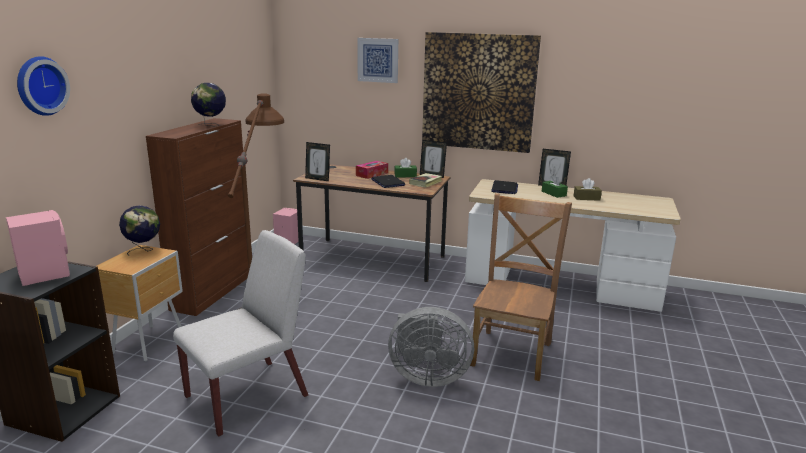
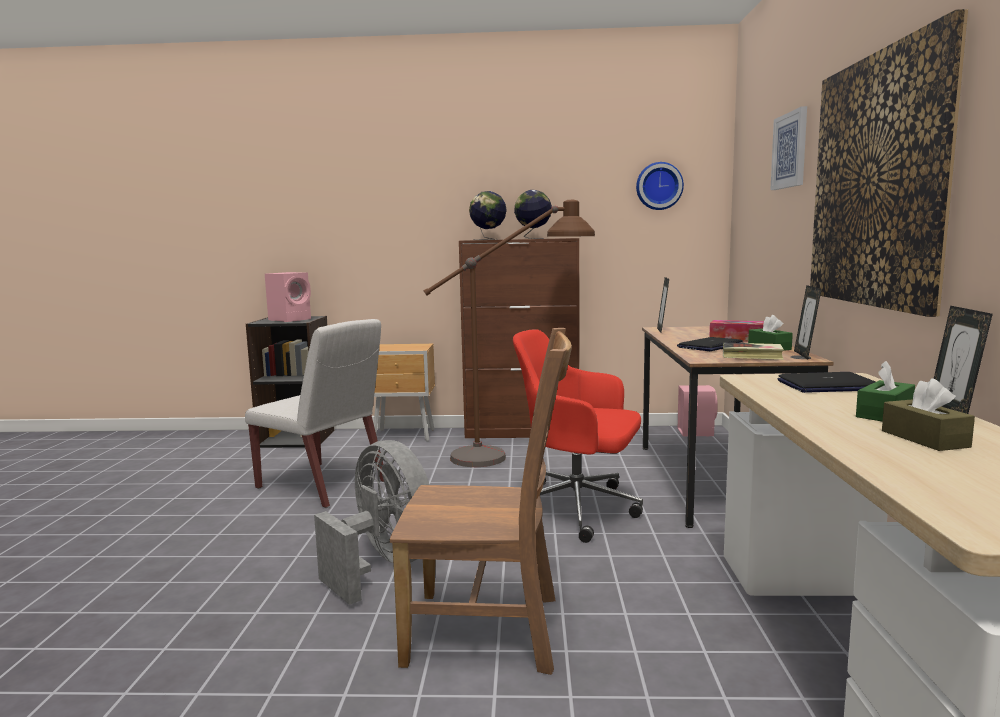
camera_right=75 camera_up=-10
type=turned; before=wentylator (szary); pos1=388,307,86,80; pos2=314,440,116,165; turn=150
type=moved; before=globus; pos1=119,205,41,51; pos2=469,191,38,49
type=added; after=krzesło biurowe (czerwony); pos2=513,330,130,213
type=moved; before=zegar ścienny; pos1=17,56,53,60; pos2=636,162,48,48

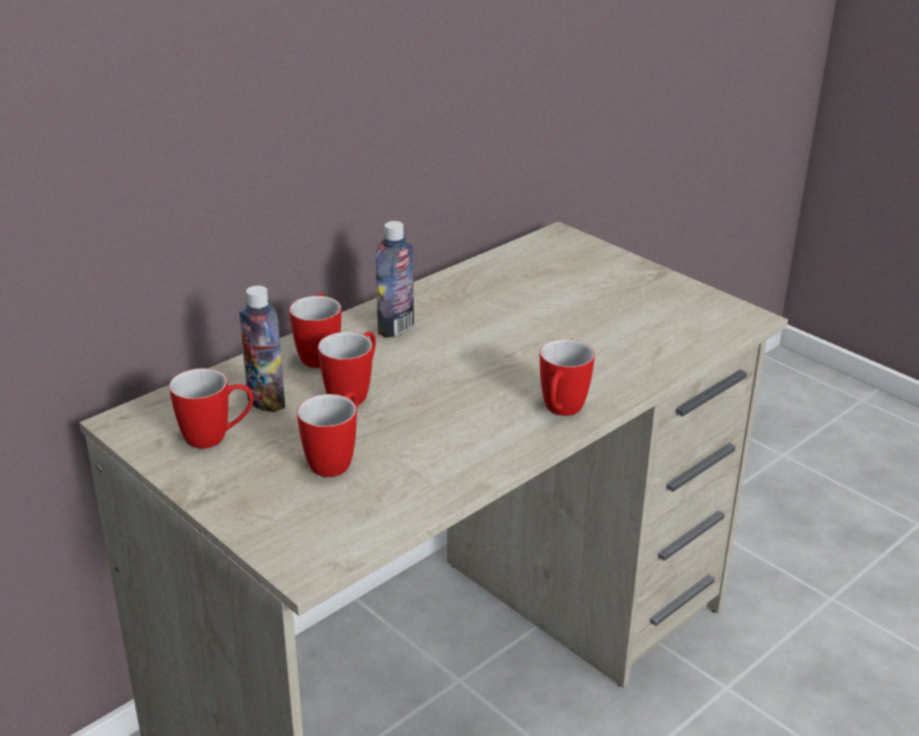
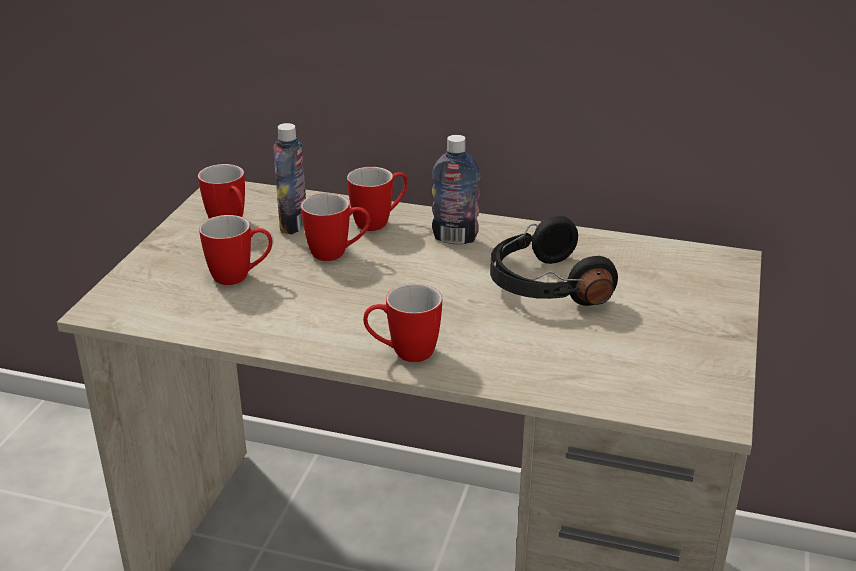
camera_right=60 camera_up=0
type=added; after=słuchawki (czarny); pos2=490,216,128,90

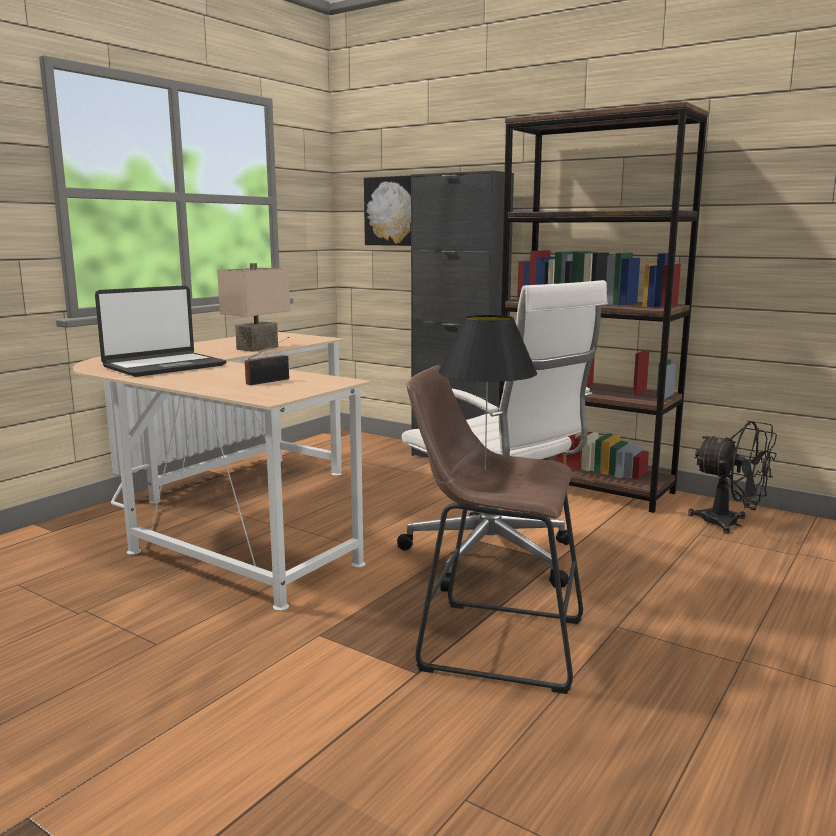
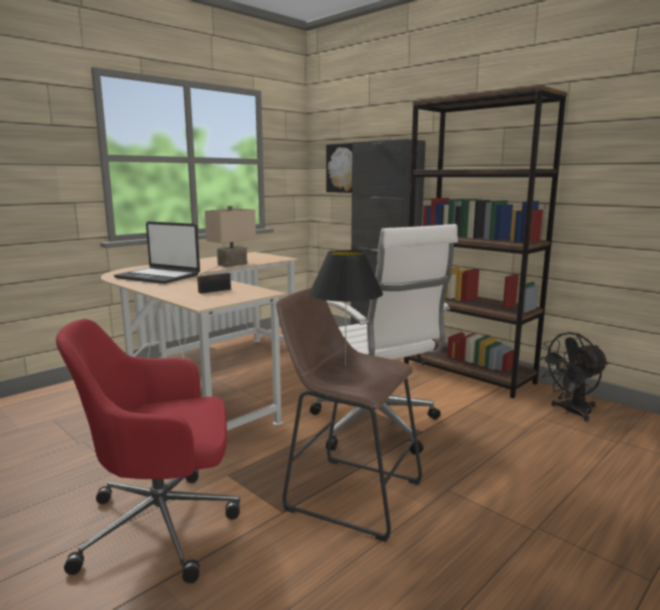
camera_right=10 camera_up=0
type=added; after=krzesło biurowe (czerwony); pos2=56,319,184,264
type=turned; before=laptop; pos1=95,285,131,92; pos2=114,221,86,63; turn=60
type=turned; before=wentylator (czarny); pos1=688,421,89,113; pos2=538,332,71,90; turn=105

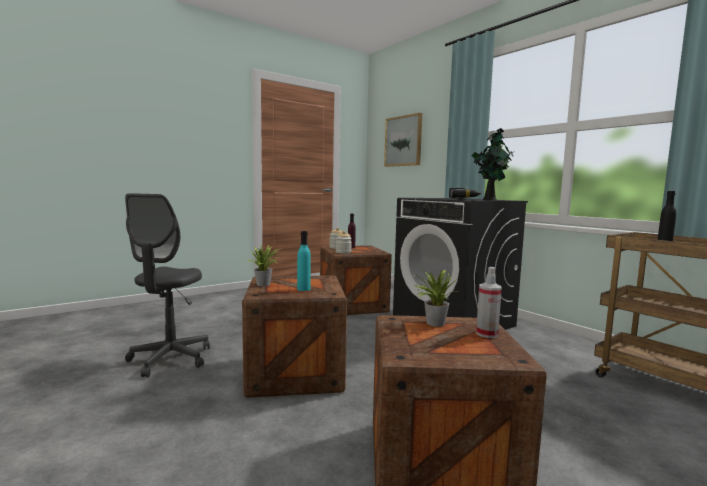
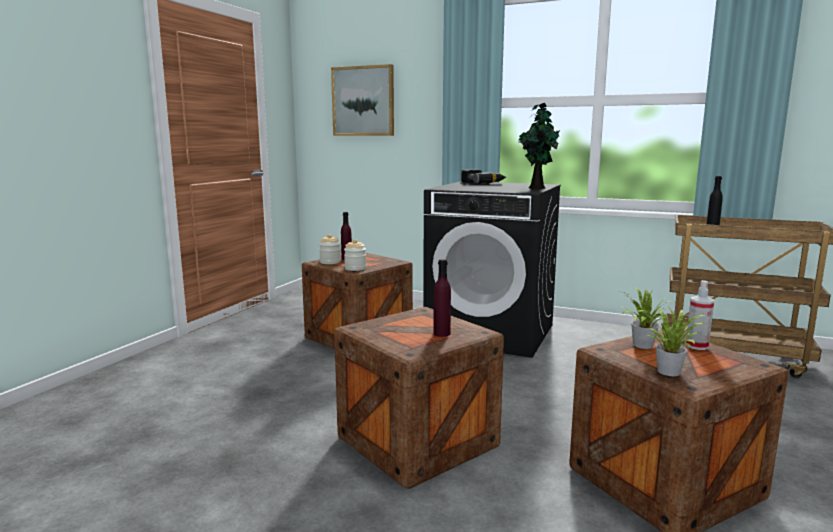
camera_right=-30 camera_up=5
type=recoloured; before=butelka (turkusowy); after=butelka (fioletowy); pos1=297,231,14,60; pos2=434,259,17,78
type=moved; before=roślina doniczkowa; pos1=247,244,32,42; pos2=645,306,61,70
type=removed; before=krzesło biurowe (szary); pos1=125,193,85,184

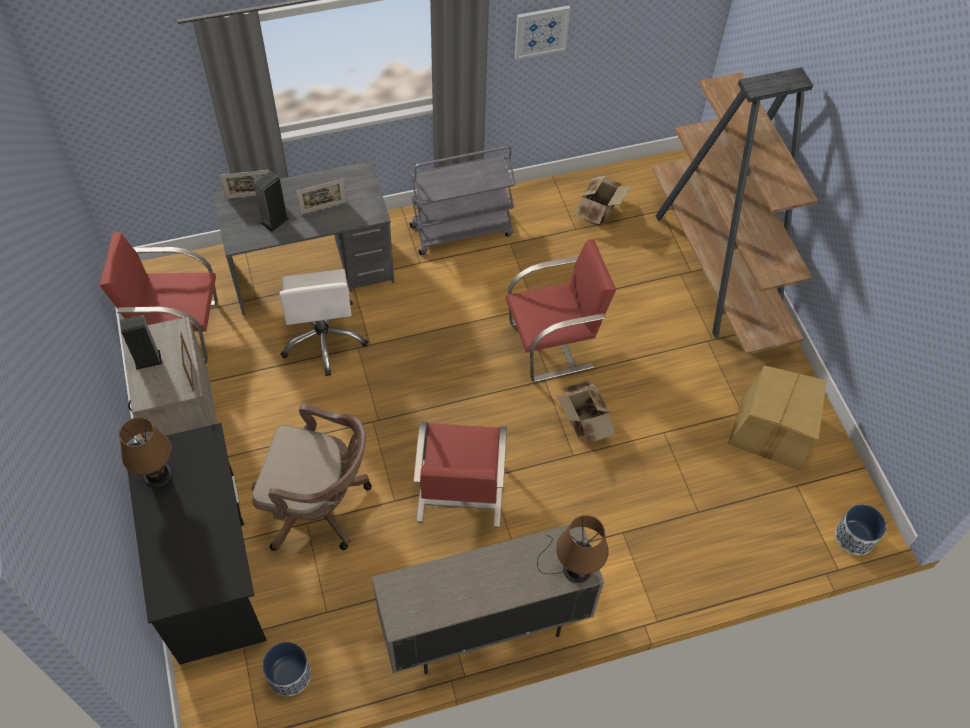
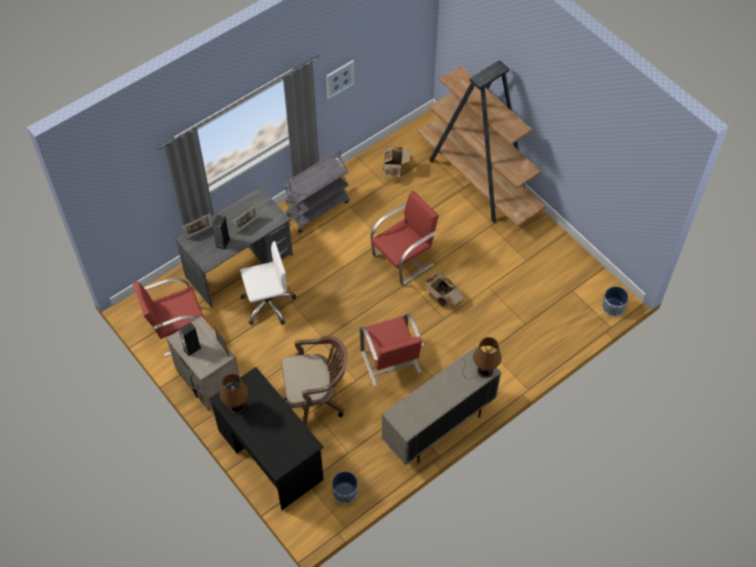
camera_right=-20 camera_up=0
type=turned; before=krzesło biurowe (biały); pos1=279,269,89,107; pos2=240,241,56,84; turn=-75
type=removed; before=karton; pos1=728,365,99,106

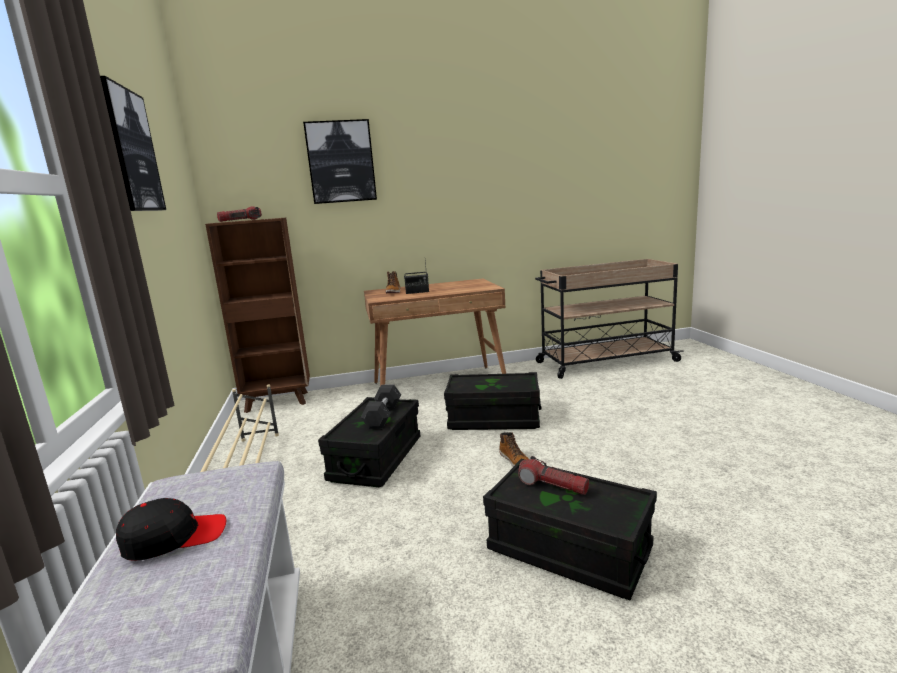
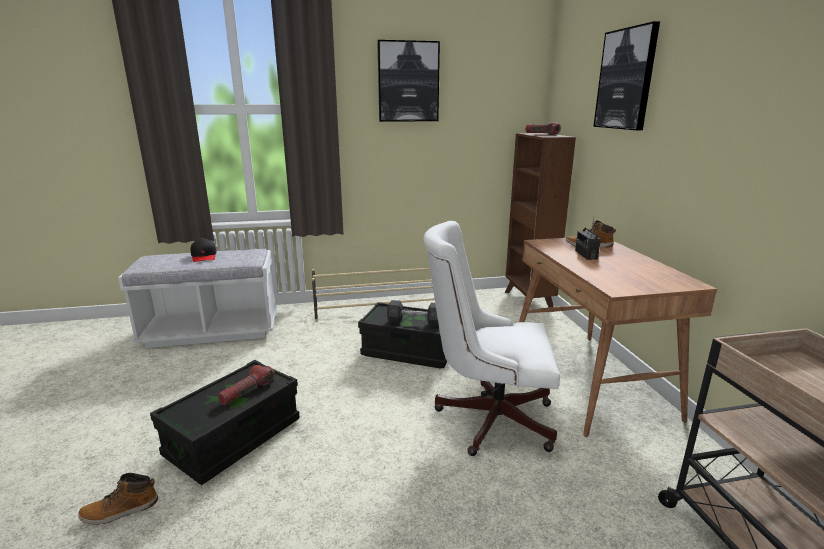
camera_right=90 camera_up=5
type=moved; before=but z cholewką; pos1=499,432,30,35; pos2=78,473,80,52
type=replaced; before=pojemnik do przechowywania (czarny); after=krzesło biurowe (biały); pos1=444,372,97,58; pos2=423,221,137,235

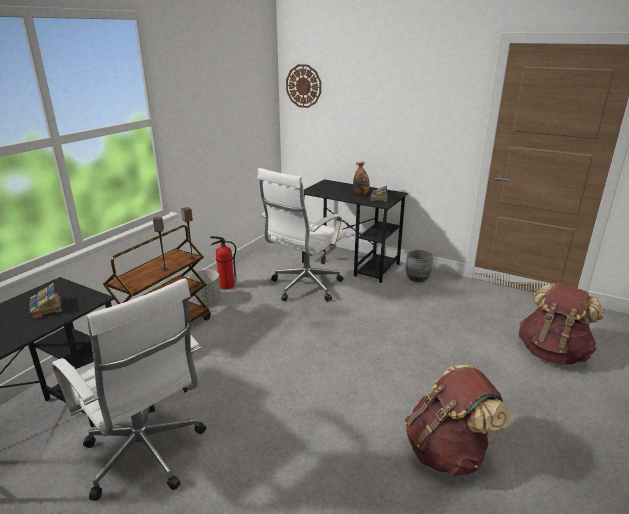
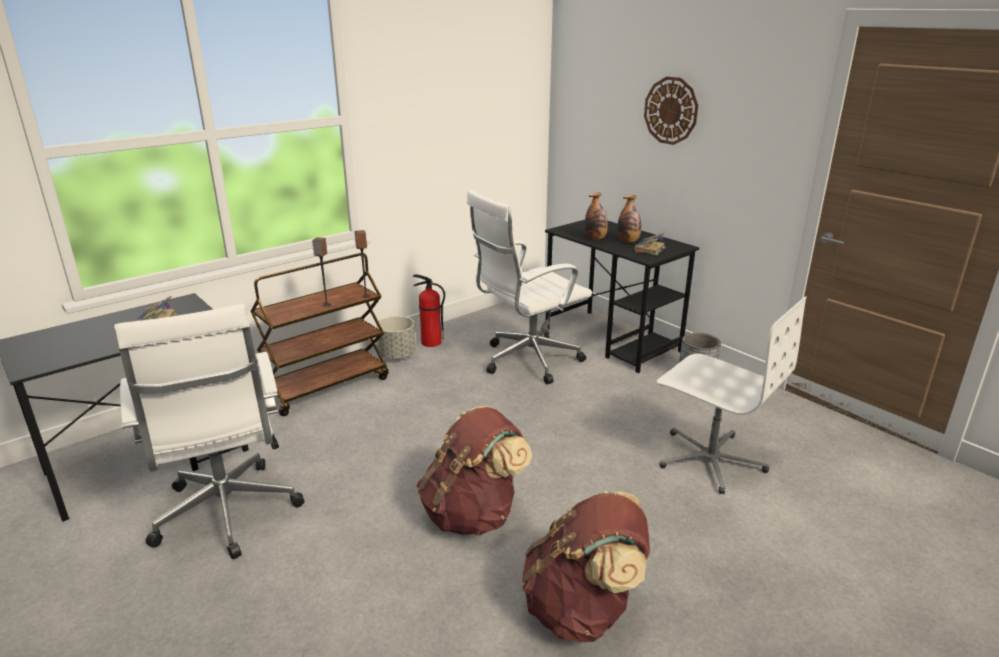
camera_right=20 camera_up=0
type=moved; before=plecak (brązowy); pos1=519,283,85,82; pos2=417,406,115,130
type=added; after=butelka; pos2=585,193,23,47
type=moved; before=zegar ścienny; pos1=286,64,35,44; pos2=644,77,54,68
type=added; after=krzesło biurowe (biały); pos2=657,296,149,198

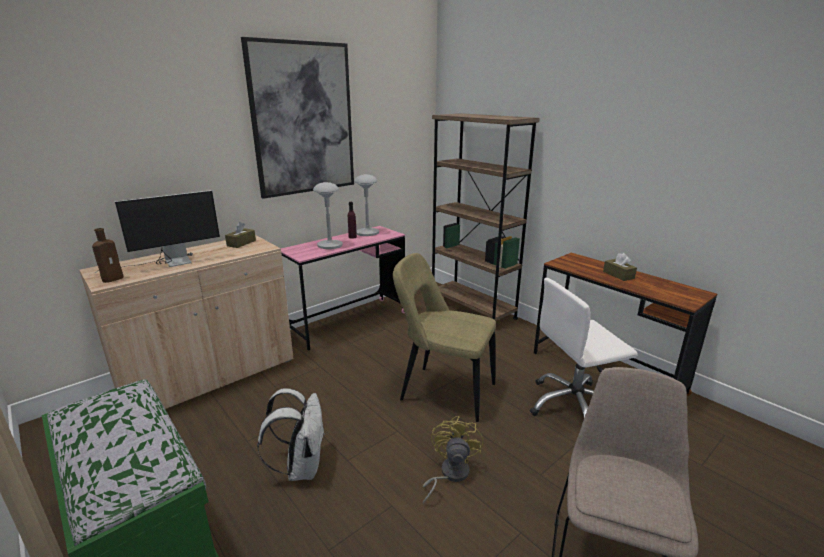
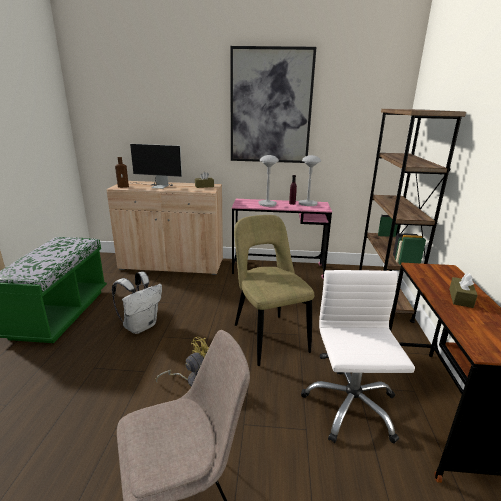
camera_right=45 camera_up=0
type=turned; before=krzesło biurowe (biały); pos1=530,278,108,139; pos2=301,270,114,173; turn=60

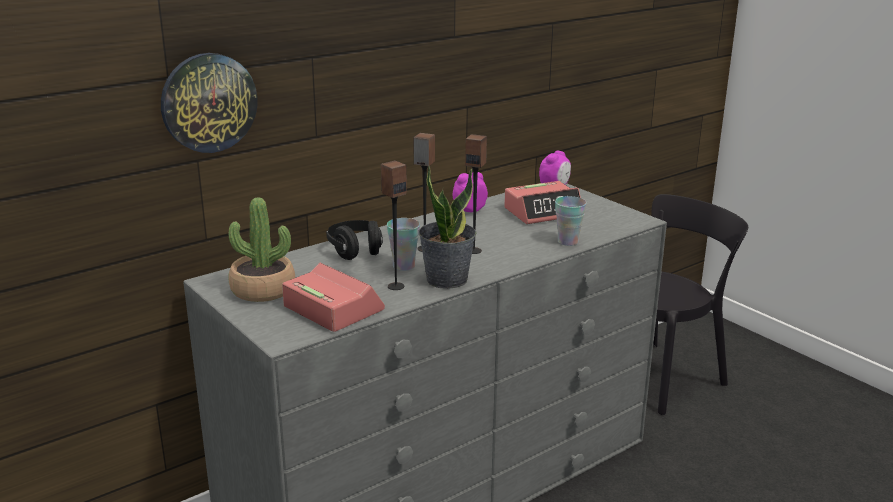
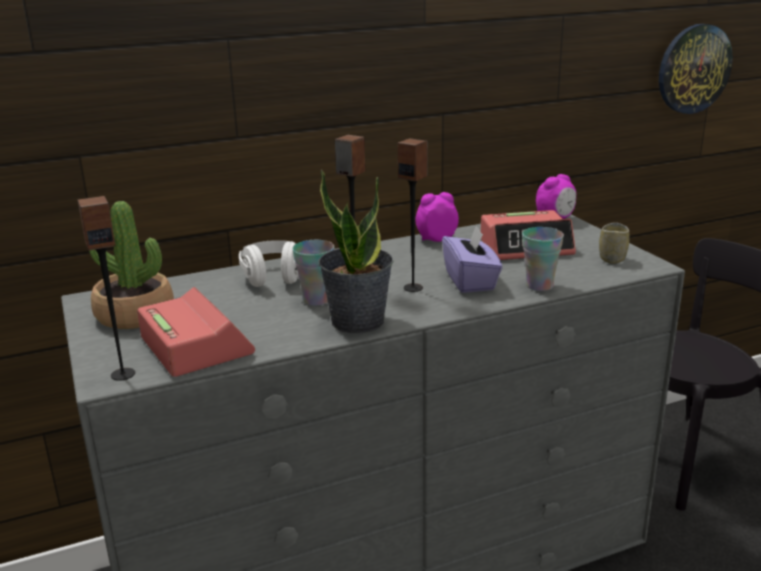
camera_right=15 camera_up=0
type=moved; before=głośnik; pos1=381,160,26,130; pos2=78,196,57,185
type=recoloured; before=słuchawki (czarny); after=słuchawki (biały); pos1=326,220,57,40; pos2=239,240,59,47
type=added; after=pudełko chusteczek (fioletowy); pos2=442,224,60,69
type=added; after=filiżanka; pos2=599,223,30,41
type=moved; before=zegar ścienny; pos1=161,53,97,100; pos2=659,24,74,90

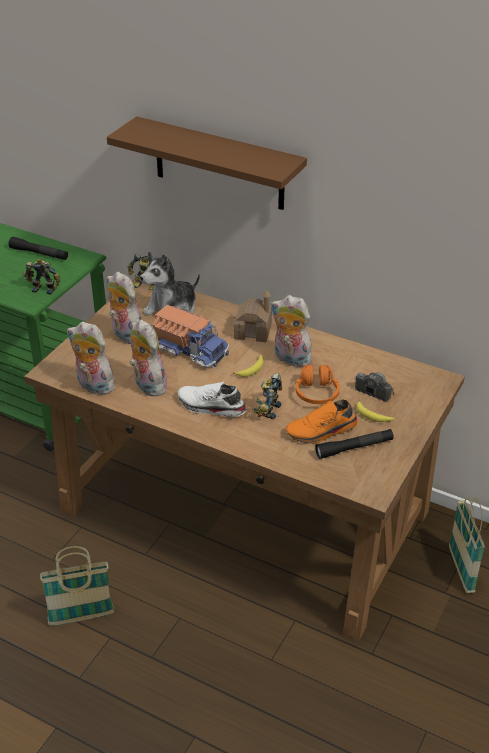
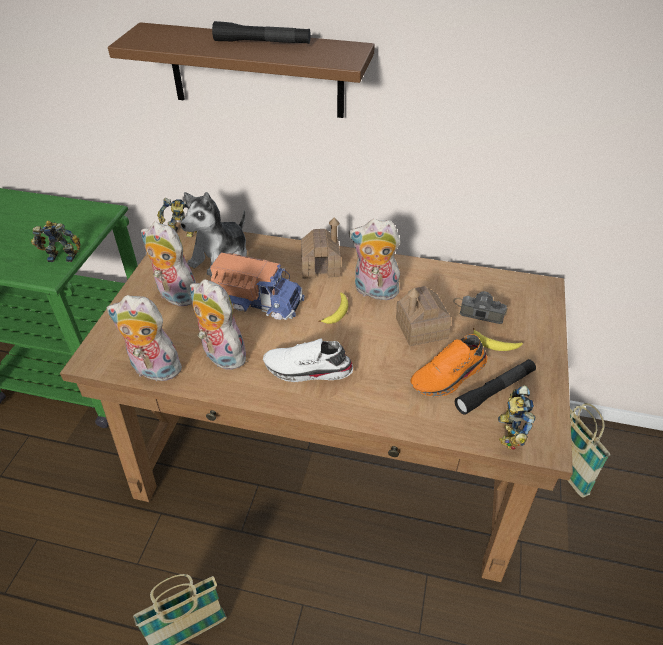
camera_right=-15 camera_up=5
type=moved; before=latarka (czarny); pos1=9,237,59,23; pos2=212,21,99,23
type=replaced; before=słuchawki (pomarańczowy); after=domek; pos1=296,365,44,39; pos2=396,286,55,60
type=moved; before=robot zabawkowy; pos1=252,373,30,46; pos2=498,385,37,65

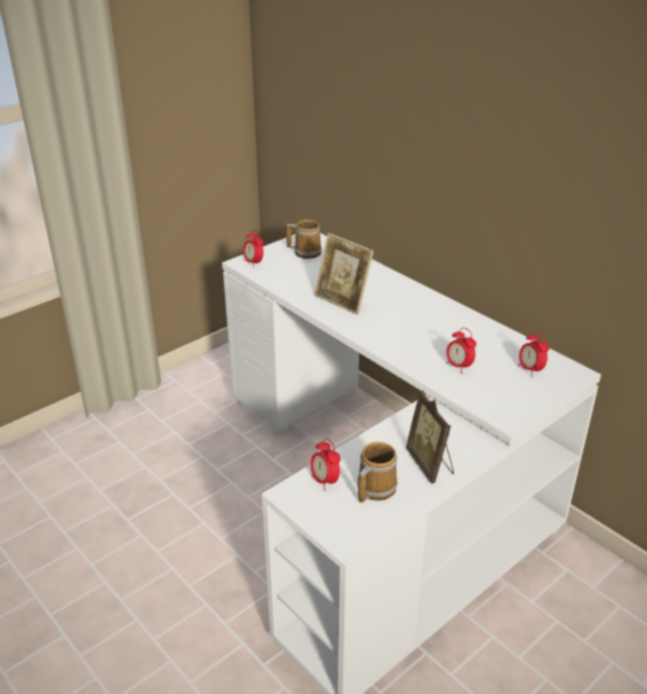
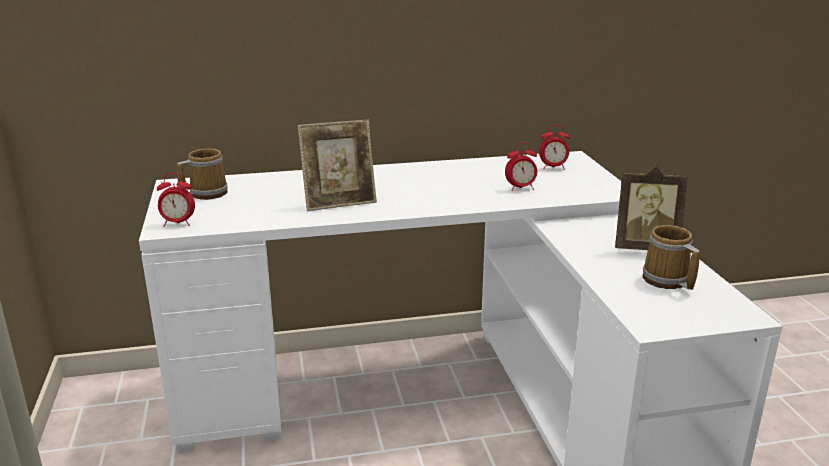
camera_right=-60 camera_up=-10
type=removed; before=budzik; pos1=310,439,31,52

